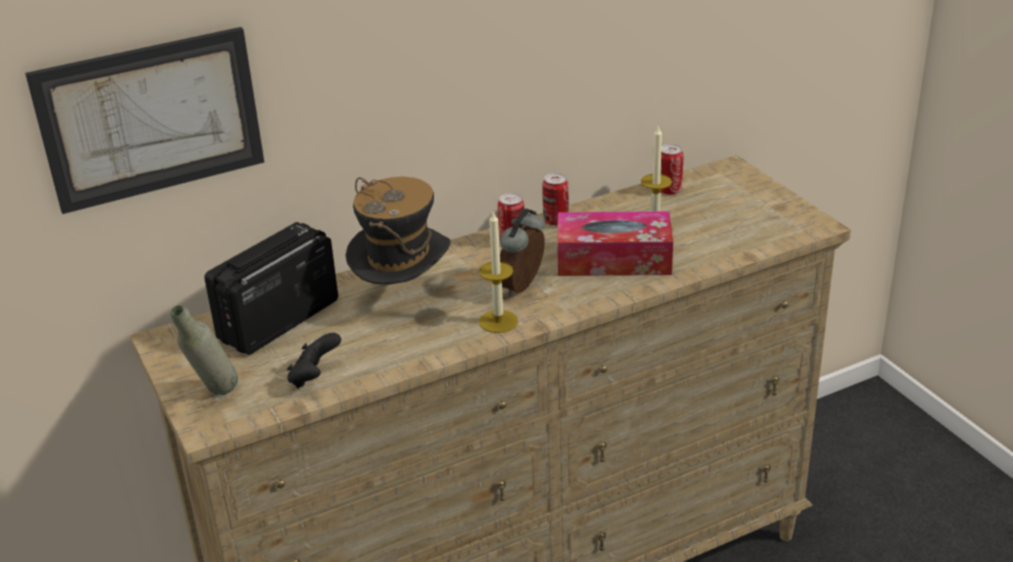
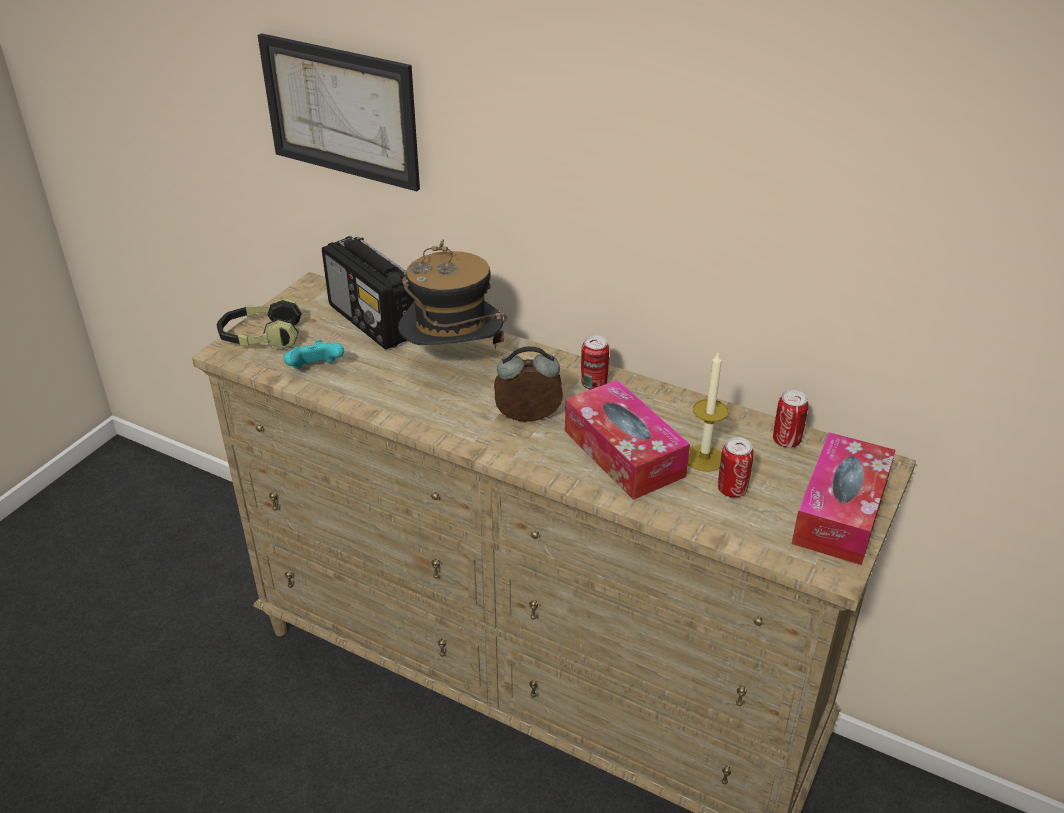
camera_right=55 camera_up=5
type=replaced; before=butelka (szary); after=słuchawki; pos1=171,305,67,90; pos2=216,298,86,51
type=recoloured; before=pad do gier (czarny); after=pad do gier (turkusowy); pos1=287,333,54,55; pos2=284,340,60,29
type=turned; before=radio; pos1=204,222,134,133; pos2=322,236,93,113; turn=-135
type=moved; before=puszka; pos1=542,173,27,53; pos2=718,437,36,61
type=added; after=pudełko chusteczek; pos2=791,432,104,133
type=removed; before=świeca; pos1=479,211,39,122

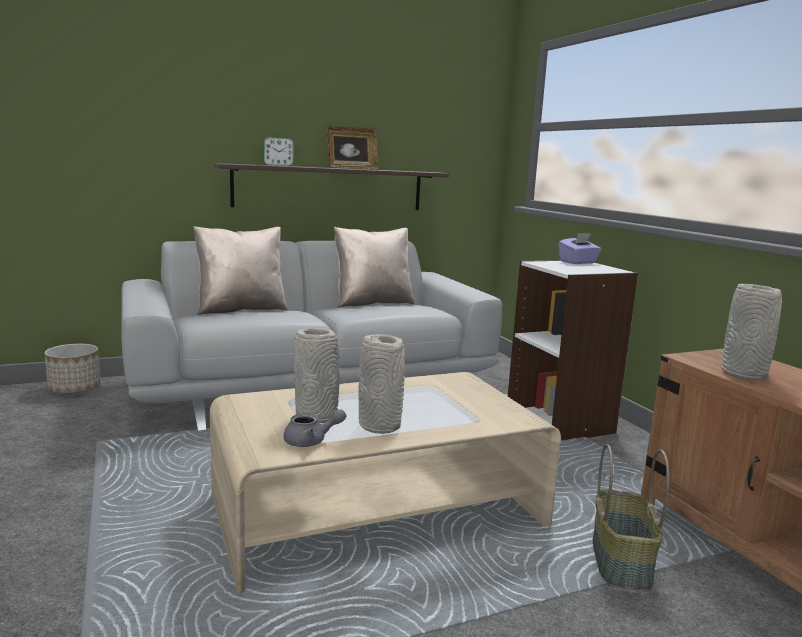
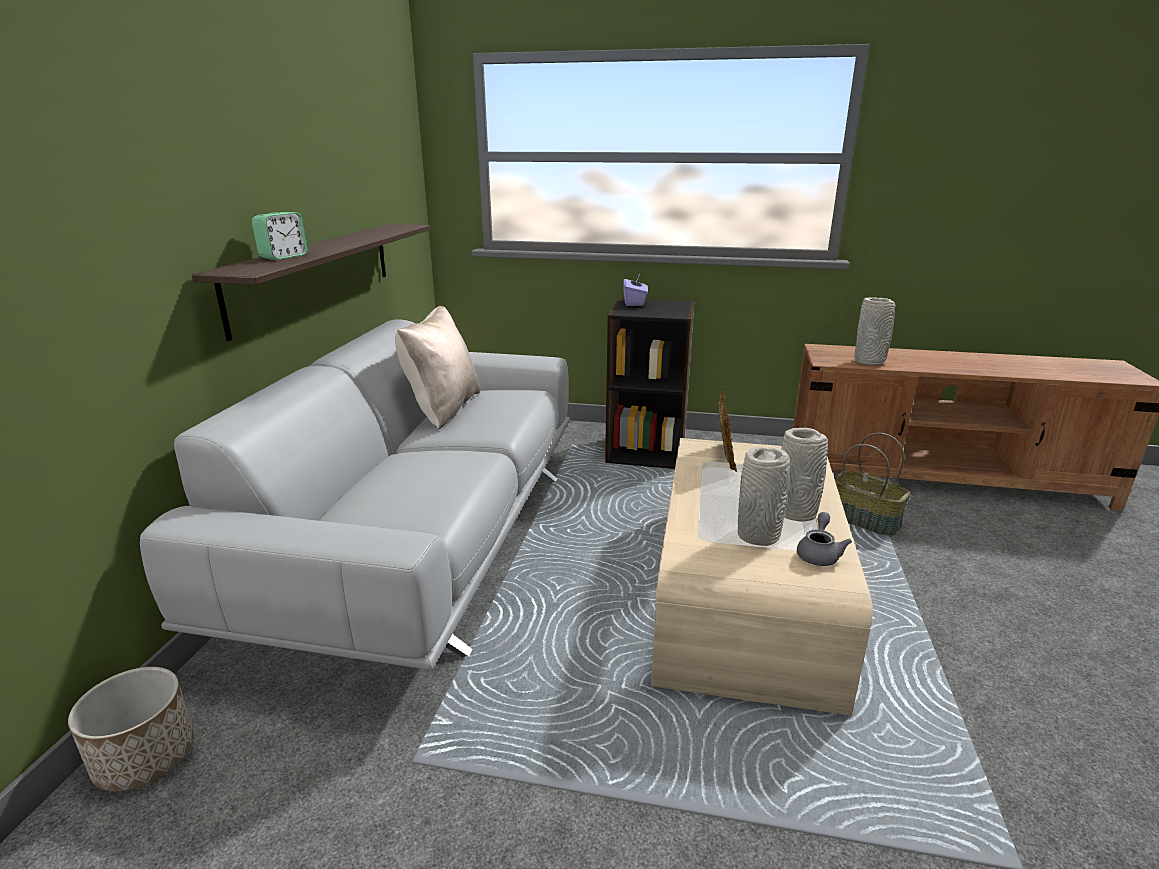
camera_right=-55 camera_up=10
type=recoloured; before=regał (biały); after=regał (czarny); pos1=508,260,130,180; pos2=605,298,89,171
type=moved; before=ramka na zdjęcie; pos1=327,126,52,43; pos2=718,389,19,83
type=removed; before=poduszka (beżowy); pos1=193,226,95,89

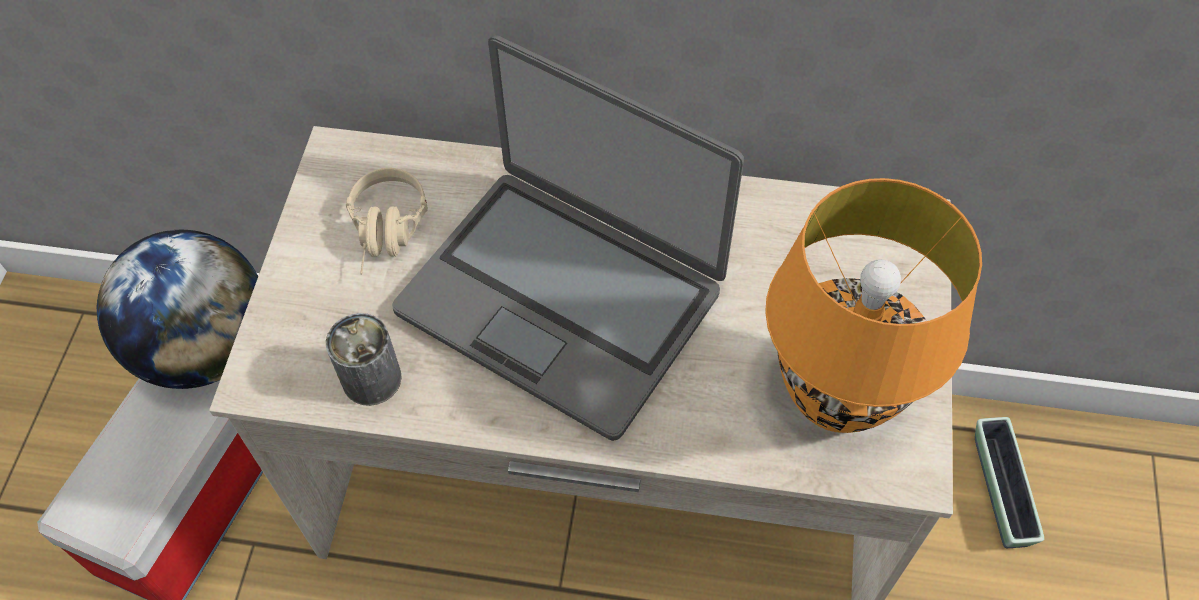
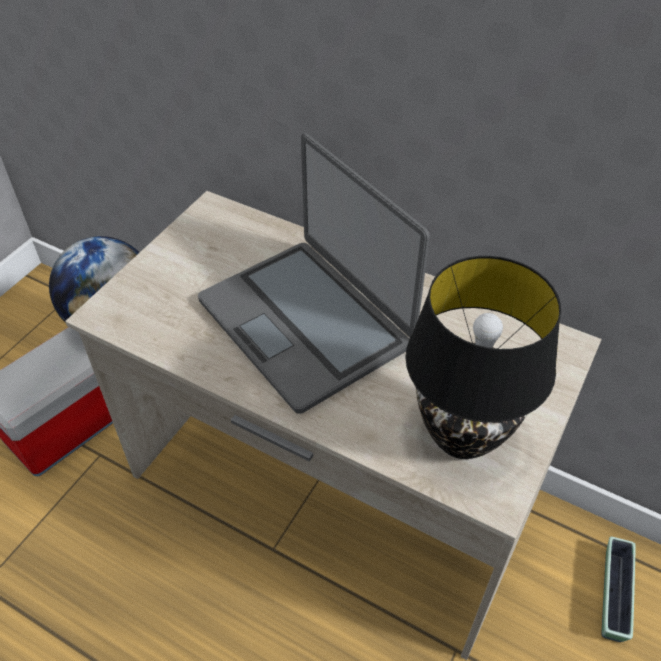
camera_right=20 camera_up=-10
type=recoloured; before=lampa stołowa (pomarańczowy); after=lampa stołowa (czarny); pos1=765,178,217,255; pos2=405,256,156,203
type=removed; before=puszka; pos1=326,313,76,93
type=removed; before=słuchawki (beżowy); pos1=346,168,82,107

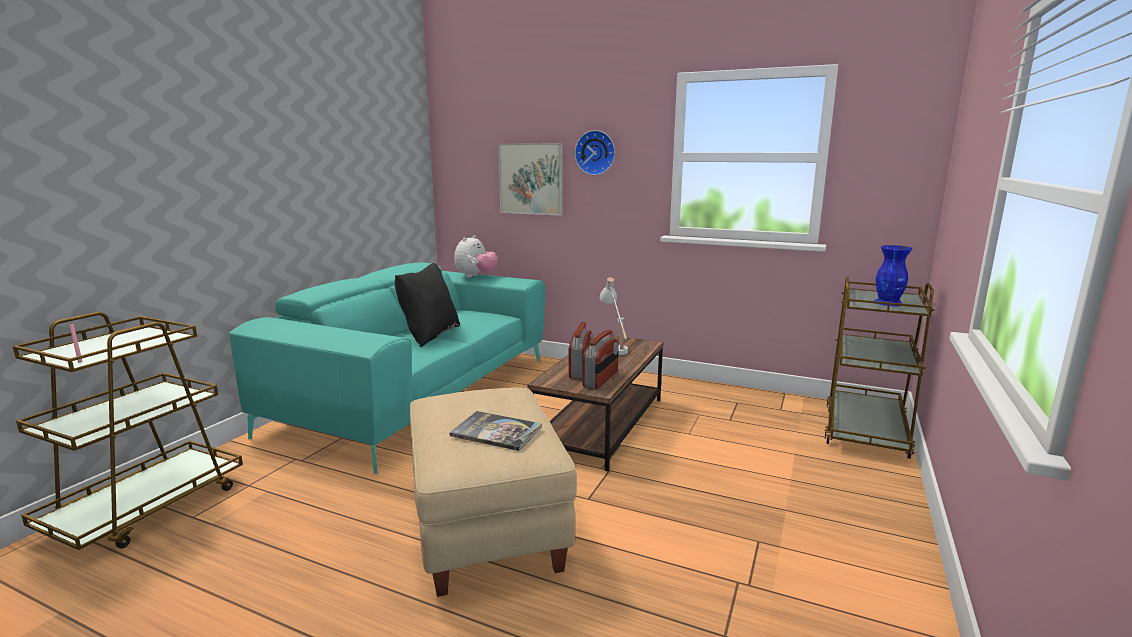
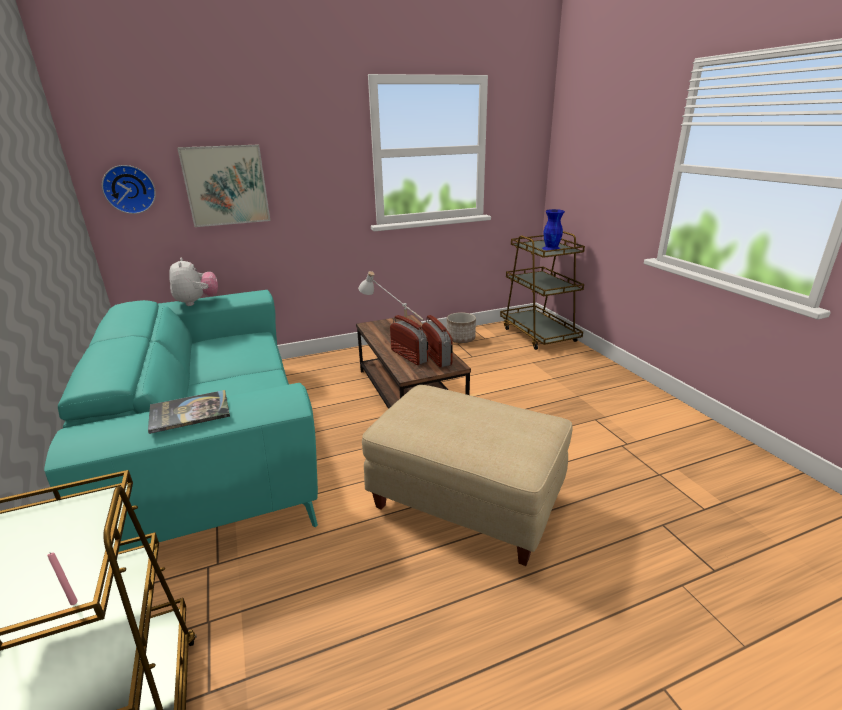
camera_right=-45 camera_up=10
type=moved; before=zegar ścienny; pos1=575,130,40,45; pos2=102,165,54,49
type=moved; before=książka; pos1=450,411,92,40; pos2=148,390,82,44
type=added; after=donica; pos2=447,312,29,31
type=removed; before=poduszka (czarny); pos1=395,263,65,84

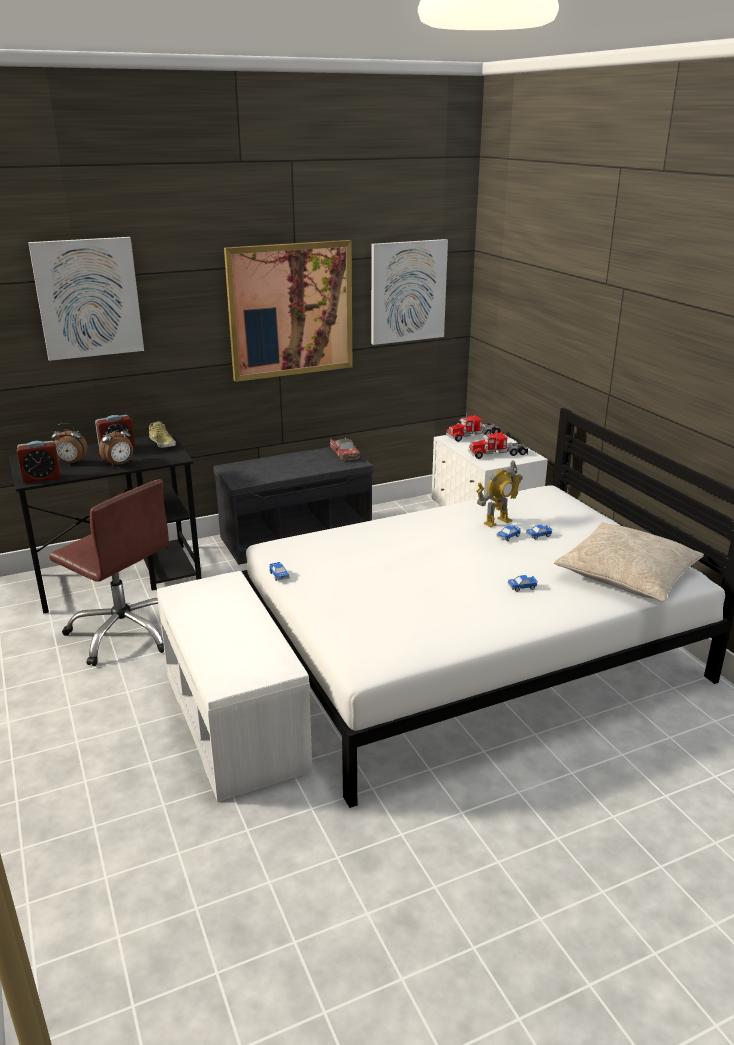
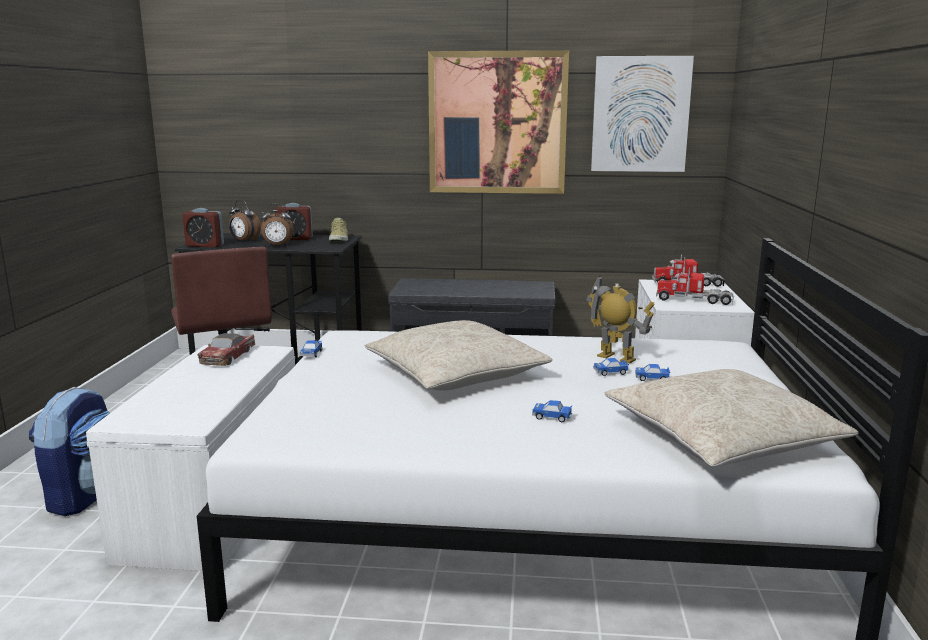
camera_right=30 camera_up=-10
type=added; after=plecak; pos2=29,387,81,129
type=moved; before=samochodzik; pos1=330,437,30,24; pos2=198,333,57,33
type=added; after=poduszka (beżowy); pos2=365,320,188,71
type=turned; before=robot zabawkowy; pos1=476,460,47,67; pos2=586,276,69,88; turn=-135
type=removed; before=obraz; pos1=28,237,116,124

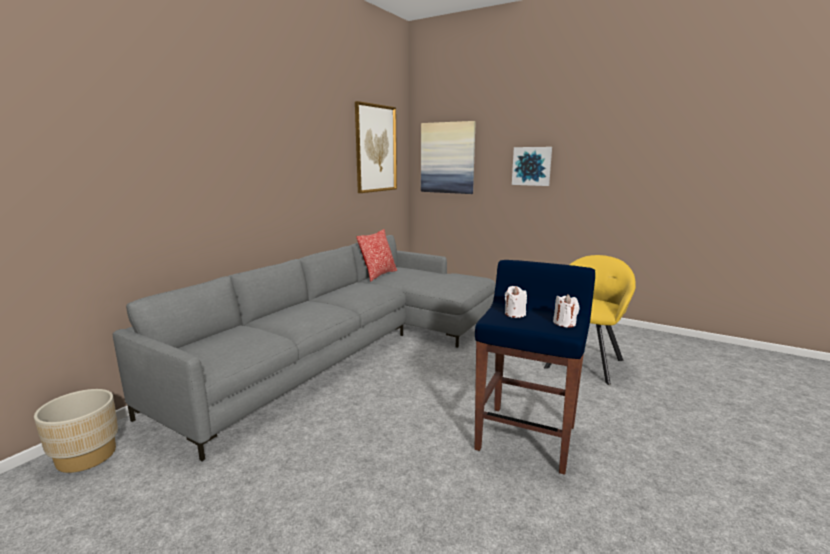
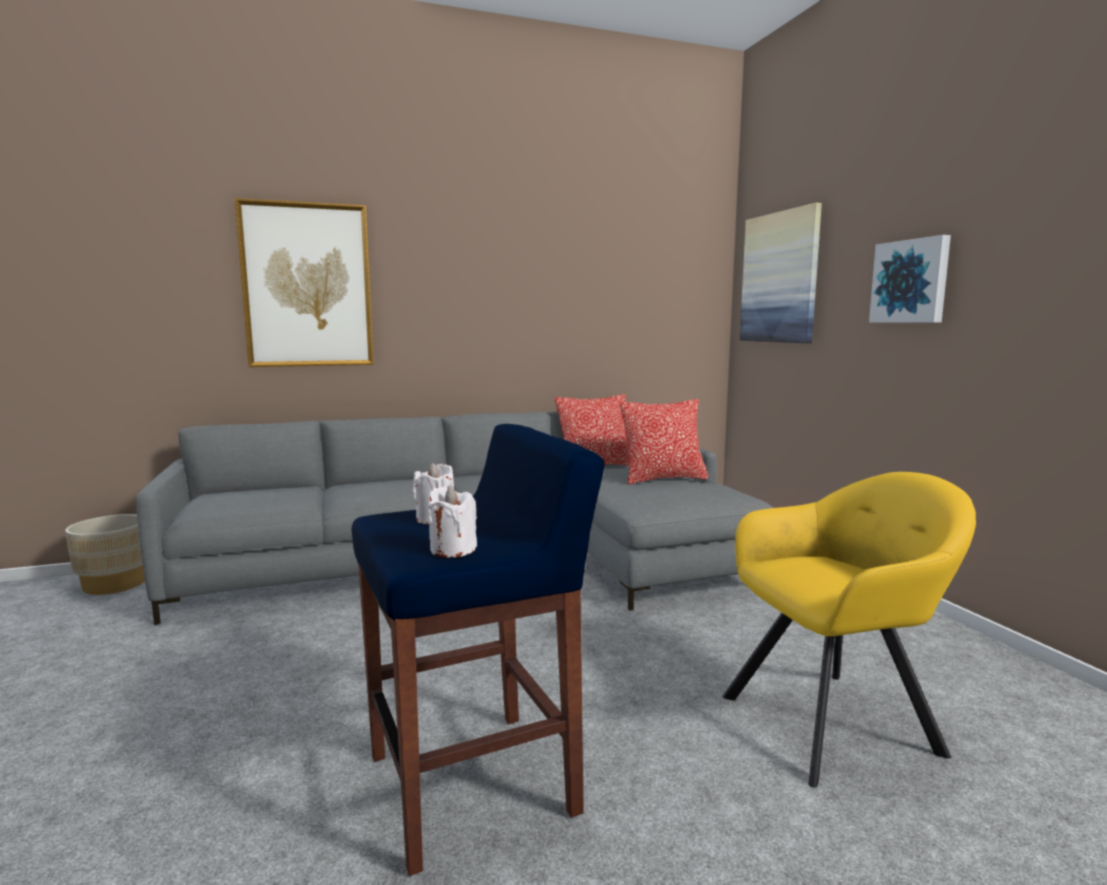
camera_right=40 camera_up=-5
type=moved; before=obraz; pos1=355,101,42,92; pos2=234,198,140,169
type=added; after=poduszka; pos2=620,399,88,86

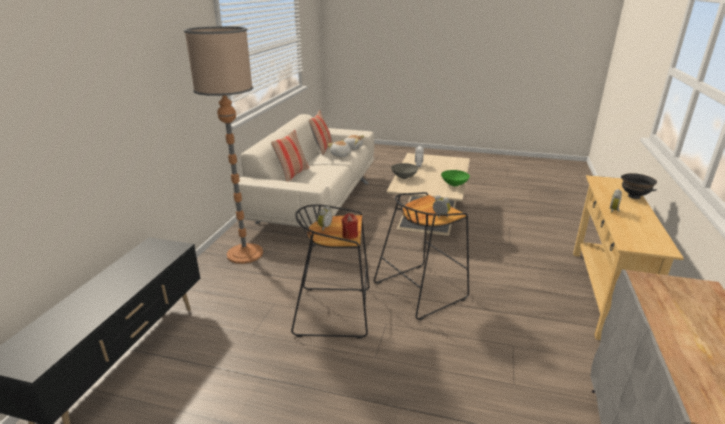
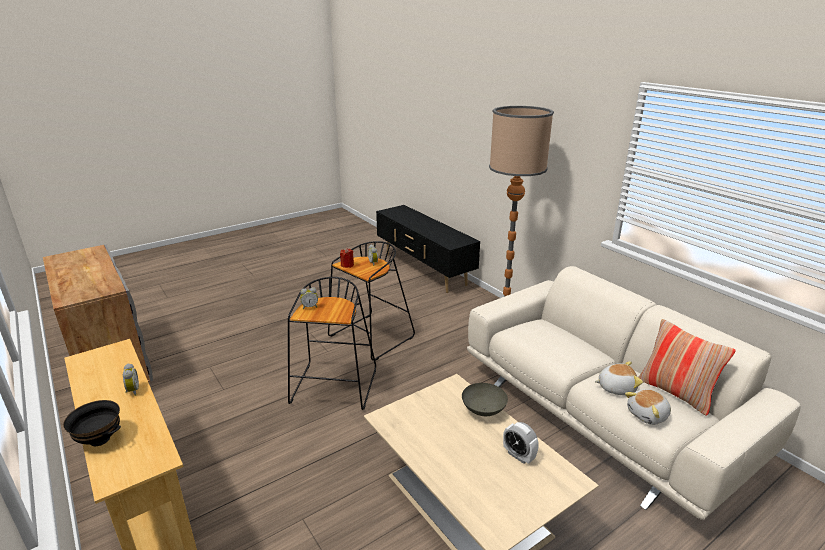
camera_right=130 camera_up=0
type=removed; before=poduszka; pos1=271,130,38,51
type=removed; before=miska (zielony); pos1=441,170,29,16

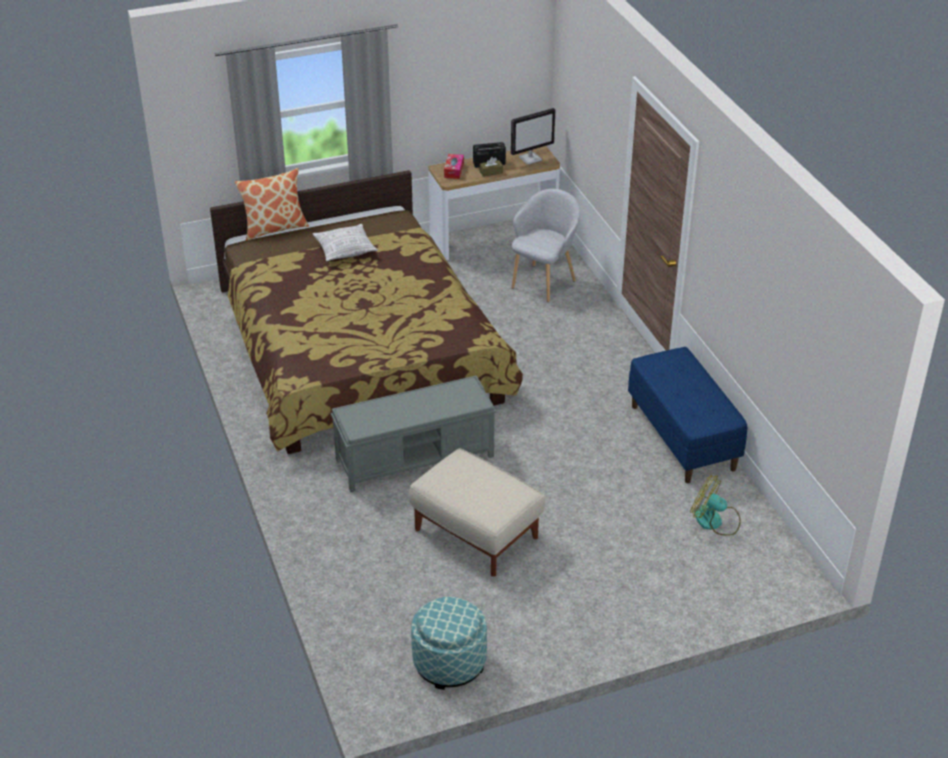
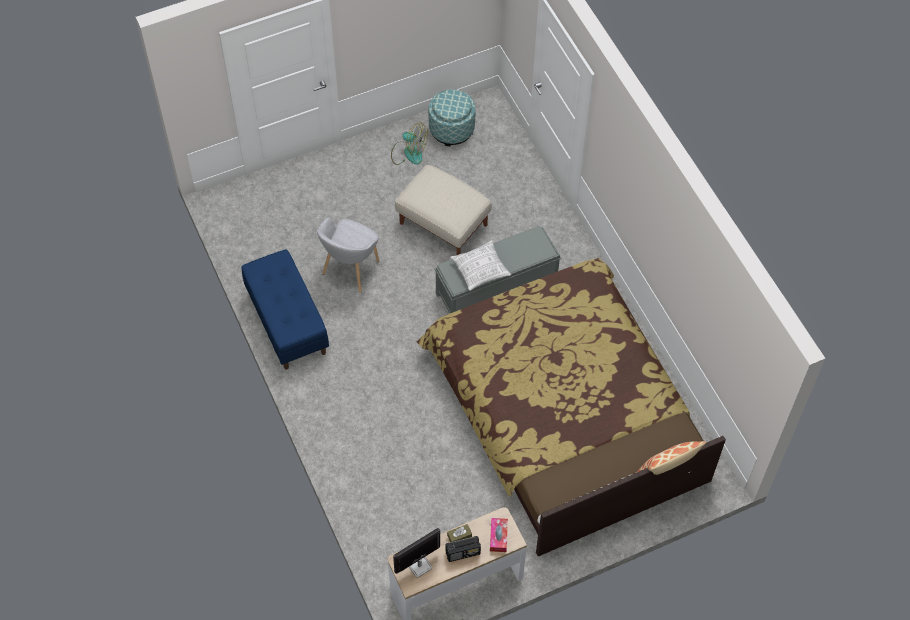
camera_right=175 camera_up=20
type=moved; before=fotel (szary); pos1=512,189,68,113; pos2=317,217,62,76
type=moved; before=wentylator; pos1=690,475,51,61; pos2=391,122,37,43
type=moved; before=poduszka; pos1=312,224,66,37; pos2=450,241,61,50

